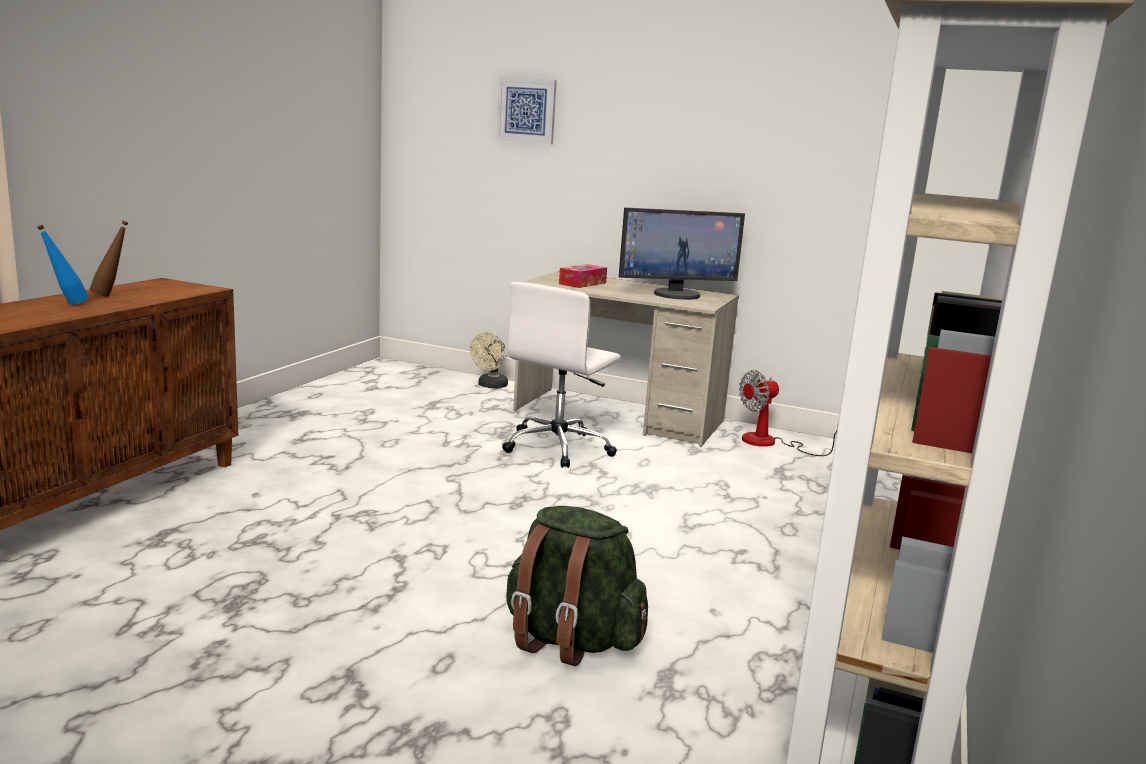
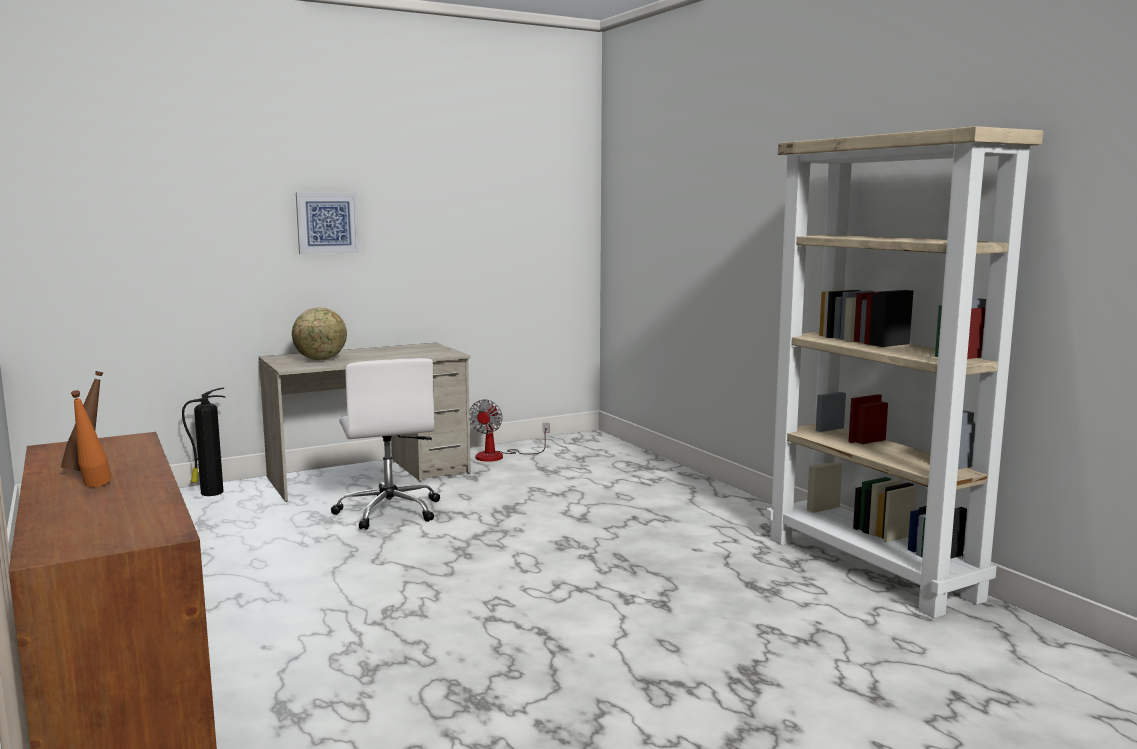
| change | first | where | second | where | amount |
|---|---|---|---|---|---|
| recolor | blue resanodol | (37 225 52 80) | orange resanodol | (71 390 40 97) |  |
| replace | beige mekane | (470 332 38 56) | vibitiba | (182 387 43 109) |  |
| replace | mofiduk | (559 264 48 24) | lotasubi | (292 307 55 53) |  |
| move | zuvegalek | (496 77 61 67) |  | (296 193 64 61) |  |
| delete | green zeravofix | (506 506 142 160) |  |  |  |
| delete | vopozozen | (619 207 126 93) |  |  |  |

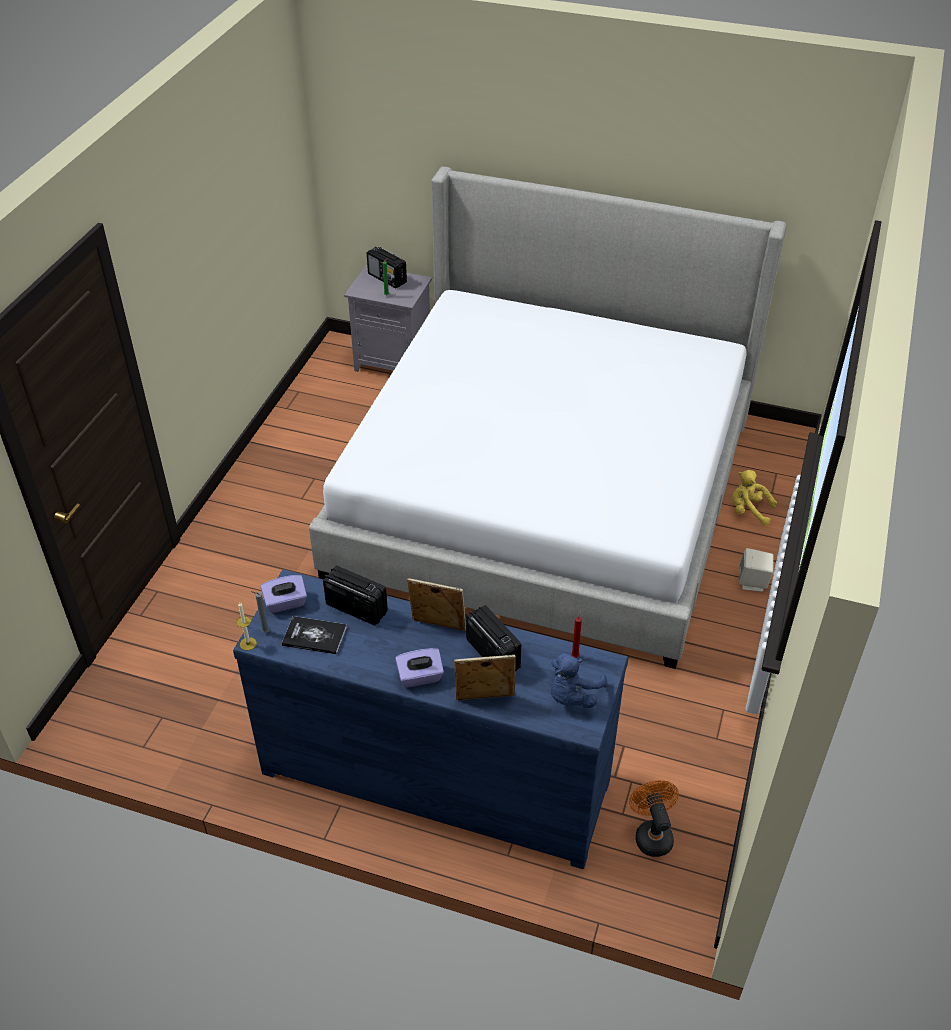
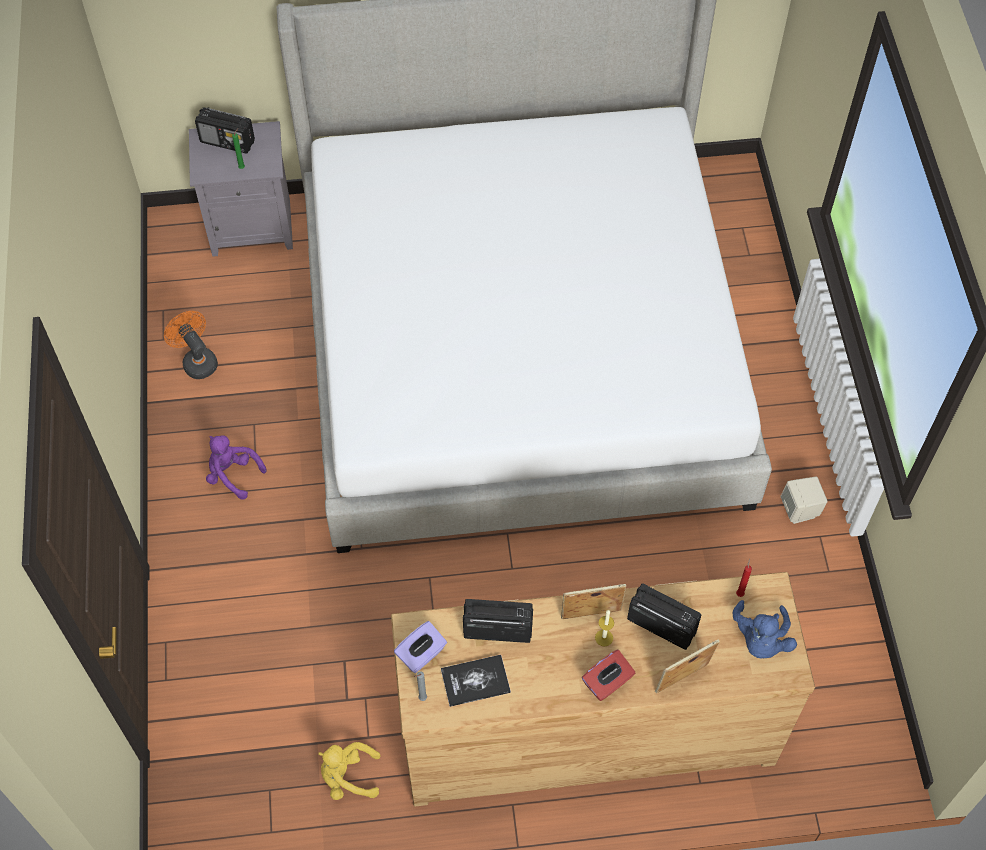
| change | first | where | second | where | amount |
|---|---|---|---|---|---|
| move | orange mekane | (629 780 50 77) |  | (164 311 54 68) |  |
| insert |  |  | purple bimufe | (206 435 61 64) |  |
| move | yellow bimufe | (733 470 44 56) |  | (318 742 63 58) |  |
| recolor | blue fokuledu | (233 569 395 300) | brown fokuledu | (391 572 424 234) |  |
| recolor | purple mofiduk | (395 648 49 40) | red mofiduk | (582 650 53 51) |  |
| move | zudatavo | (236 602 21 48) |  | (595 610 19 36) |  |
| move | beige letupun | (739 548 34 44) |  | (781 477 47 47) |  |

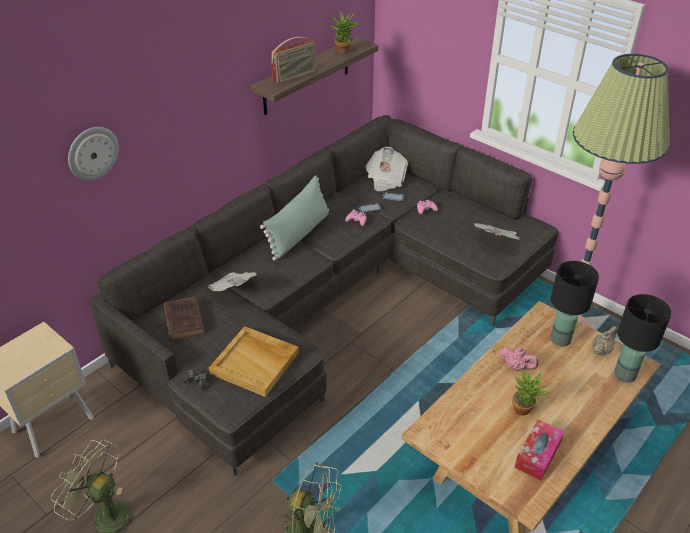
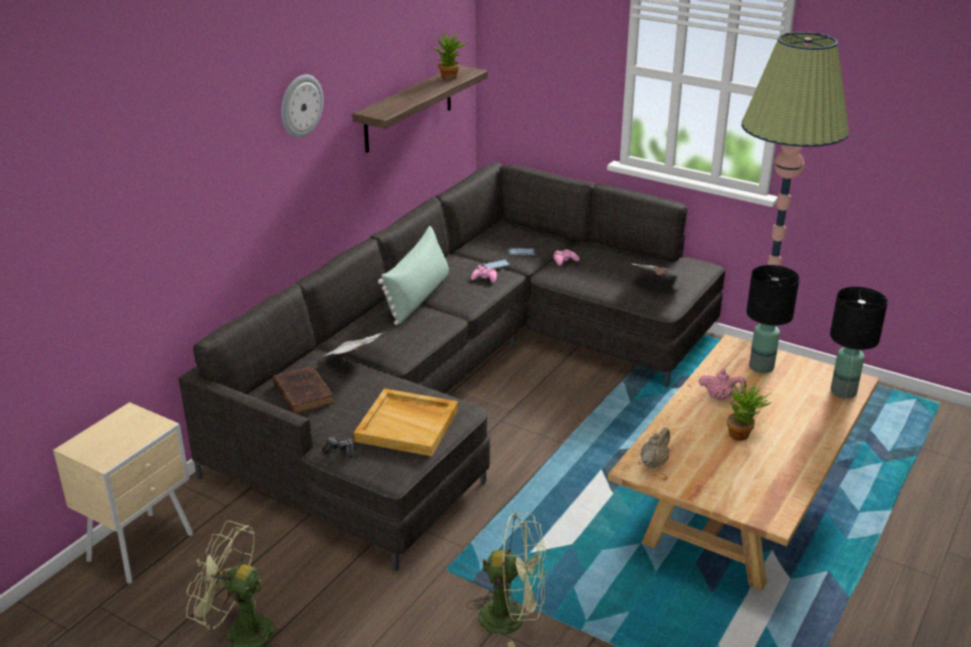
| change | first | where | second | where | amount |
|---|---|---|---|---|---|
| move | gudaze | (68 127 51 53) |  | (281 74 42 64) |  |
| move | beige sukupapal | (592 326 25 30) |  | (641 427 29 42) |  |
| delete | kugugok | (271 37 45 47) |  |  |  |
| delete | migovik | (365 147 43 44) |  |  |  |
| delete | mofiduk | (514 420 50 61) |  |  |  |

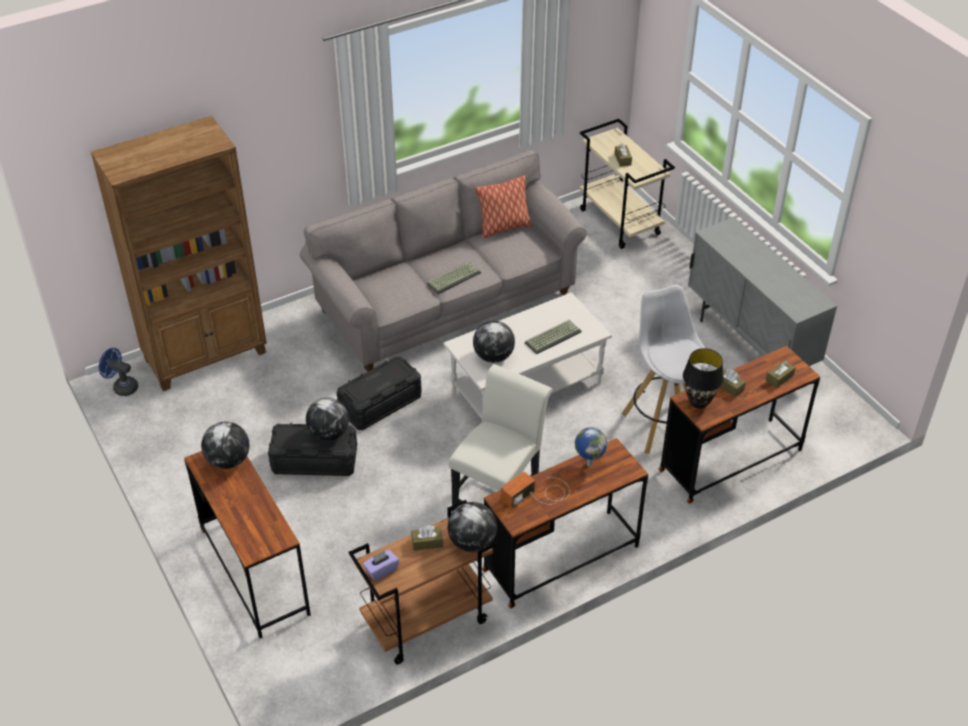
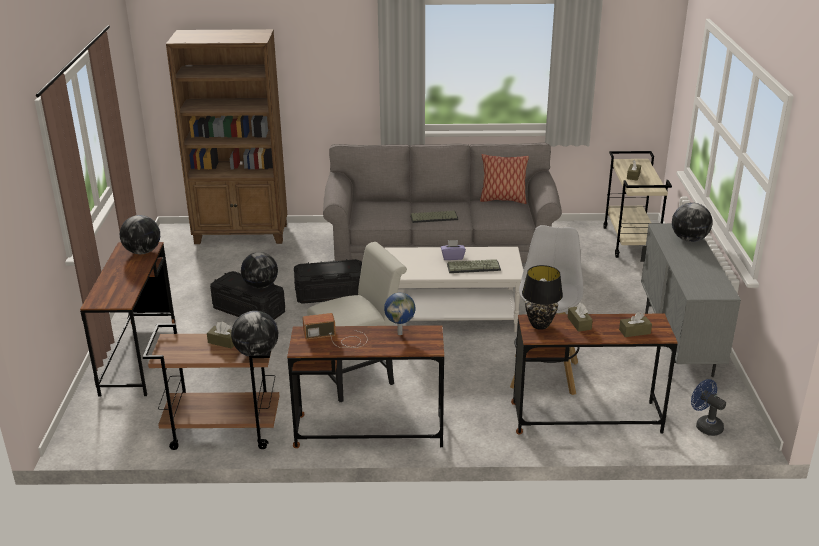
| change | first | where | second | where | amount |
|---|---|---|---|---|---|
| move | purple mofiduk | (363 550 36 31) |  | (441 240 25 20) |  |
| move | lotasubi | (473 321 42 42) |  | (672 203 40 39) |  |
| move | blue mekane | (99 348 39 48) |  | (691 379 35 57) |  |

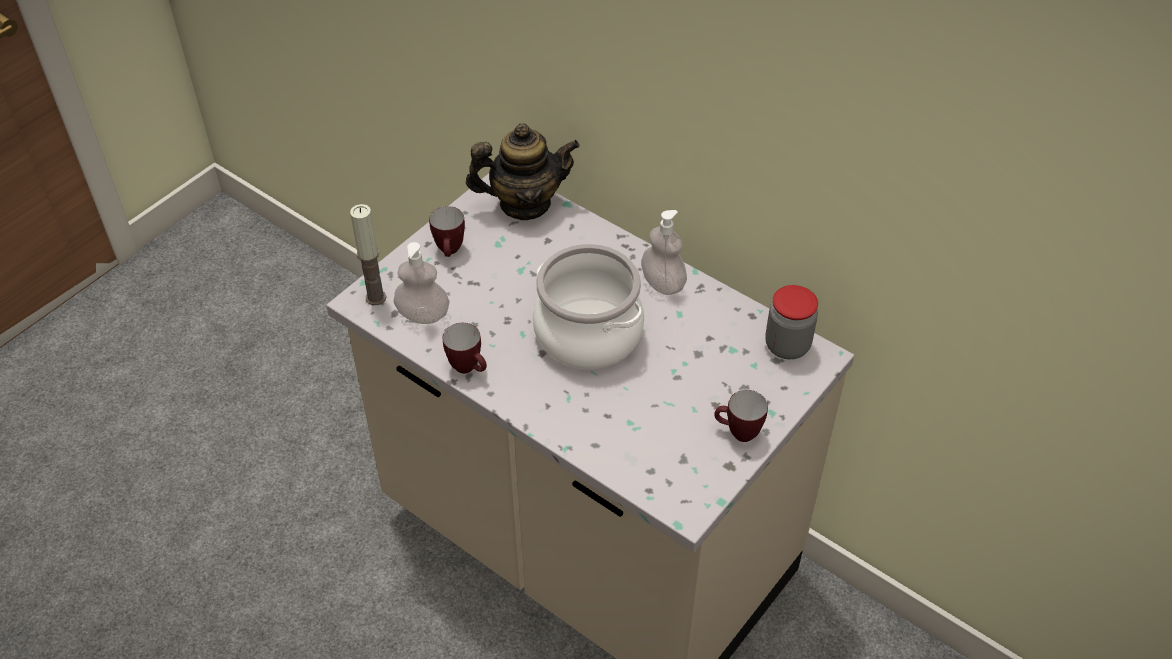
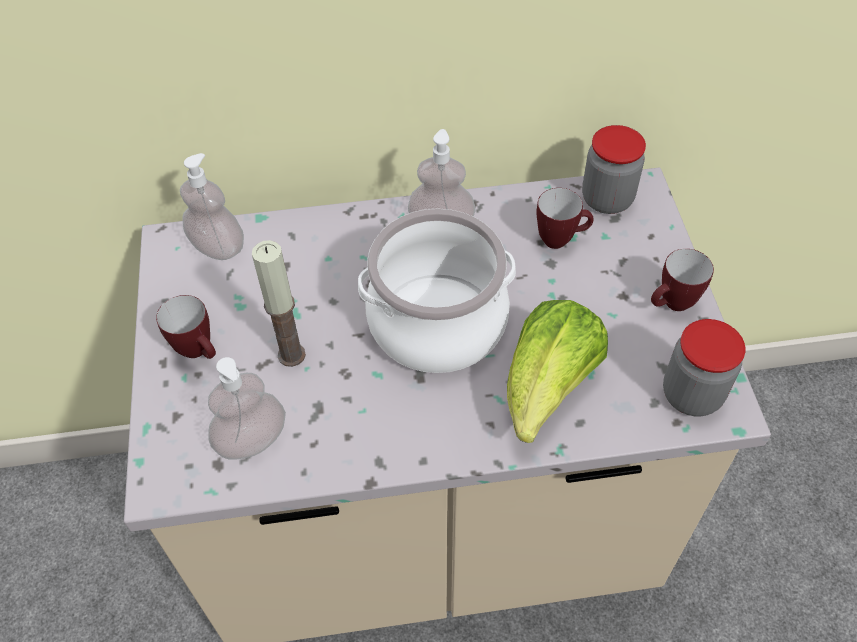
| change | first | where | second | where | amount |
|---|---|---|---|---|---|
| replace | sukupapal | (466 123 114 97) | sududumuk | (180 153 64 107) |  |
| move | zudatavo | (350 204 36 101) |  | (252 240 54 127) |  |
| insert |  |  | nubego | (507 300 101 143) |  |
| move | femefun | (443 323 44 51) |  | (536 188 57 61) |  |
| insert |  |  | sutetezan | (663 319 82 97) |  |

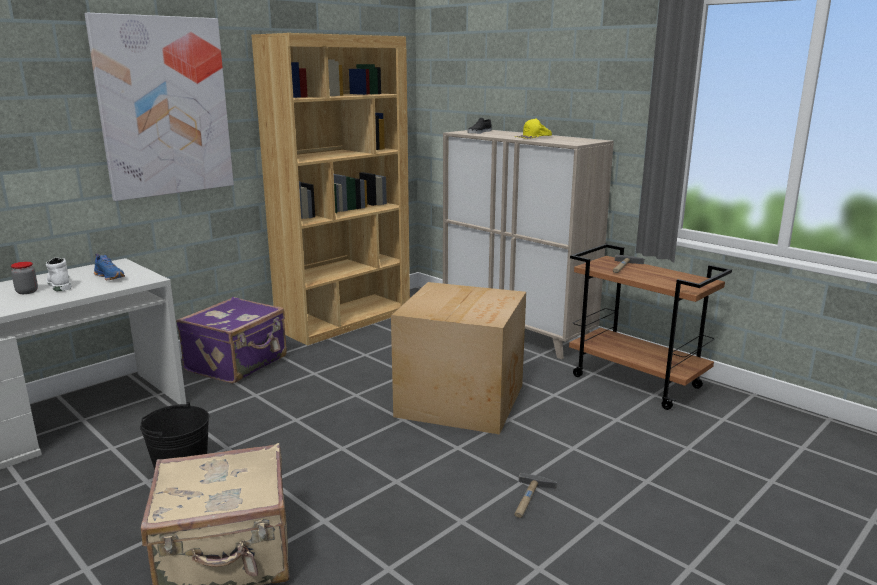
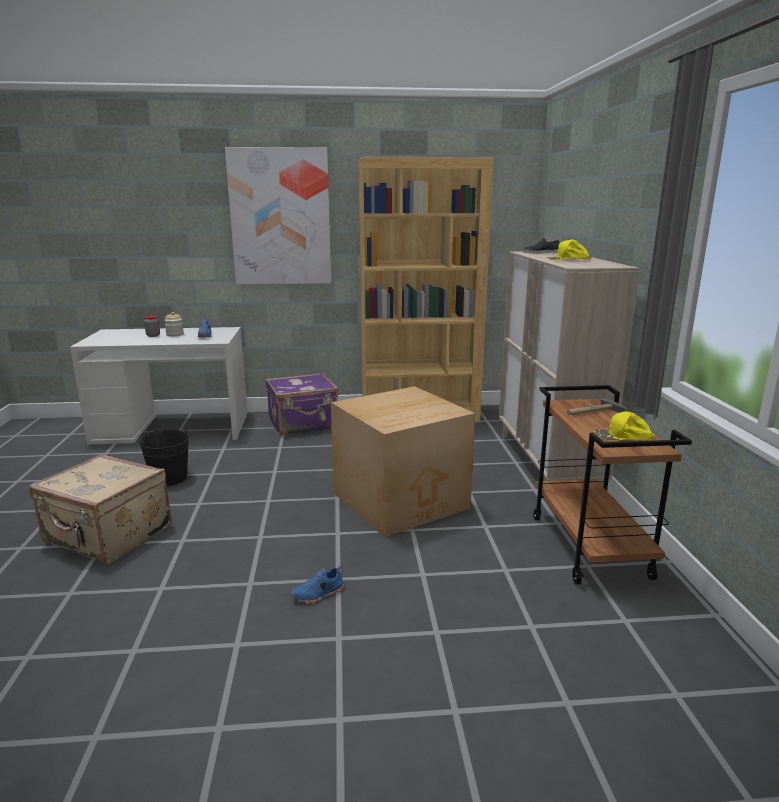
| change | first | where | second | where | amount |
|---|---|---|---|---|---|
| replace | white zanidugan | (46 257 26 34) | sutetezan | (164 312 20 24) |  |
| replace | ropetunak | (514 473 42 45) | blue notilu | (291 565 53 38) |  |
| insert |  |  | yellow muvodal | (595 411 60 30) |  |

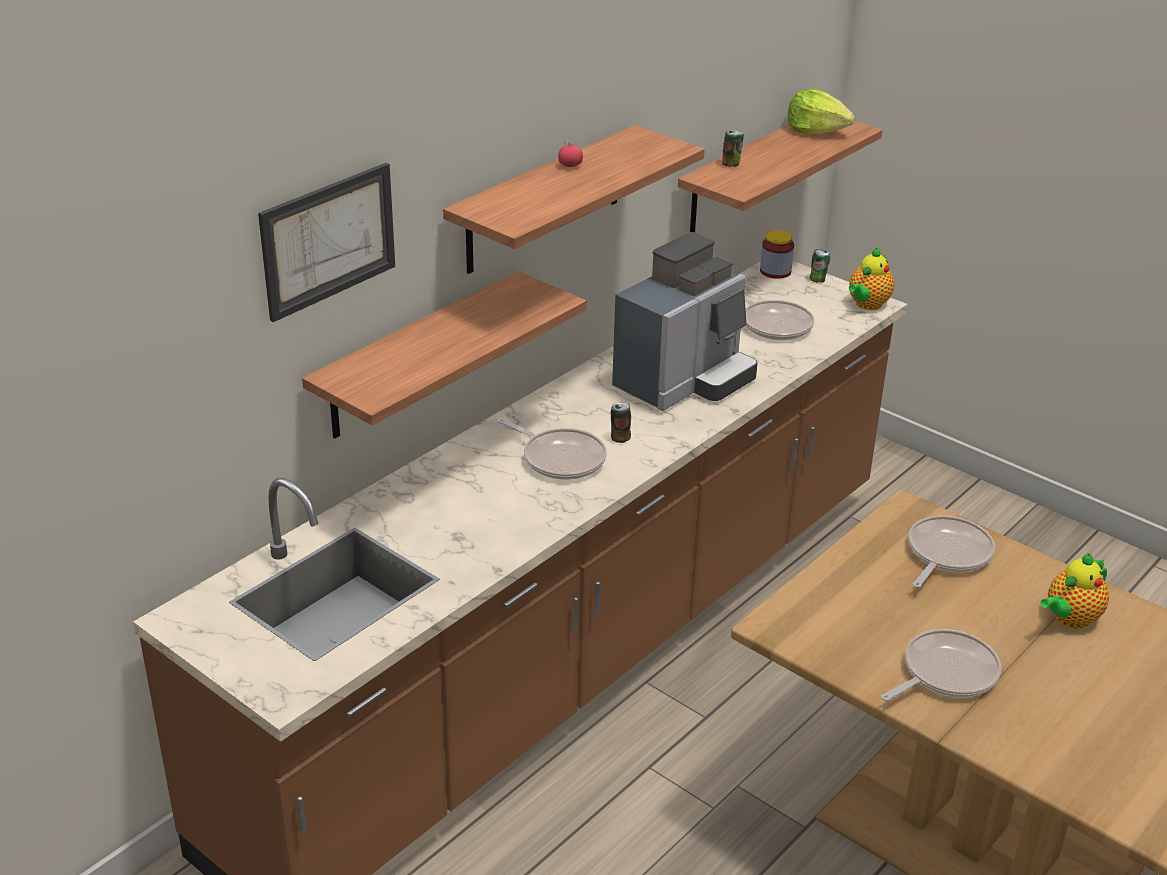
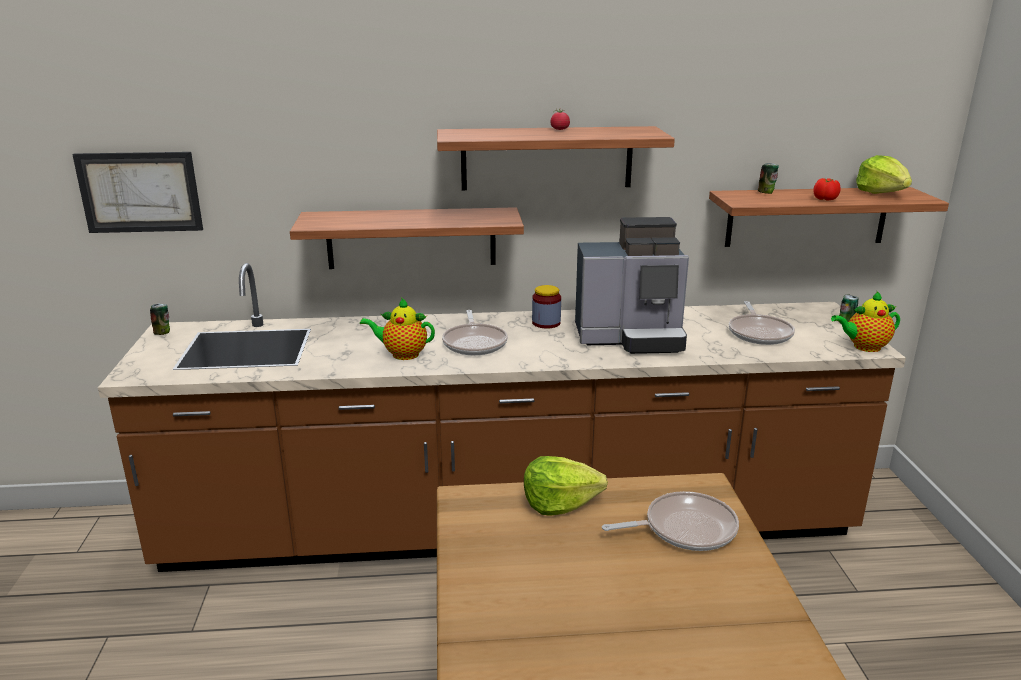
| change | first | where | second | where | amount |
|---|---|---|---|---|---|
| move | zuvegalek | (258 163 137 159) |  | (72 152 131 81) |  |
| move | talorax | (611 401 20 42) |  | (150 304 20 31) |  |
| move | sukupapal | (1041 553 68 75) |  | (360 298 75 62) |  |
| insert |  |  | nubego | (524 456 84 60) |  |
| move | sutetezan | (760 230 34 49) |  | (532 285 29 43) |  |
| insert |  |  | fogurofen | (813 178 28 23) |  |
| delete | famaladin | (881 629 120 72) |  |  |  |

